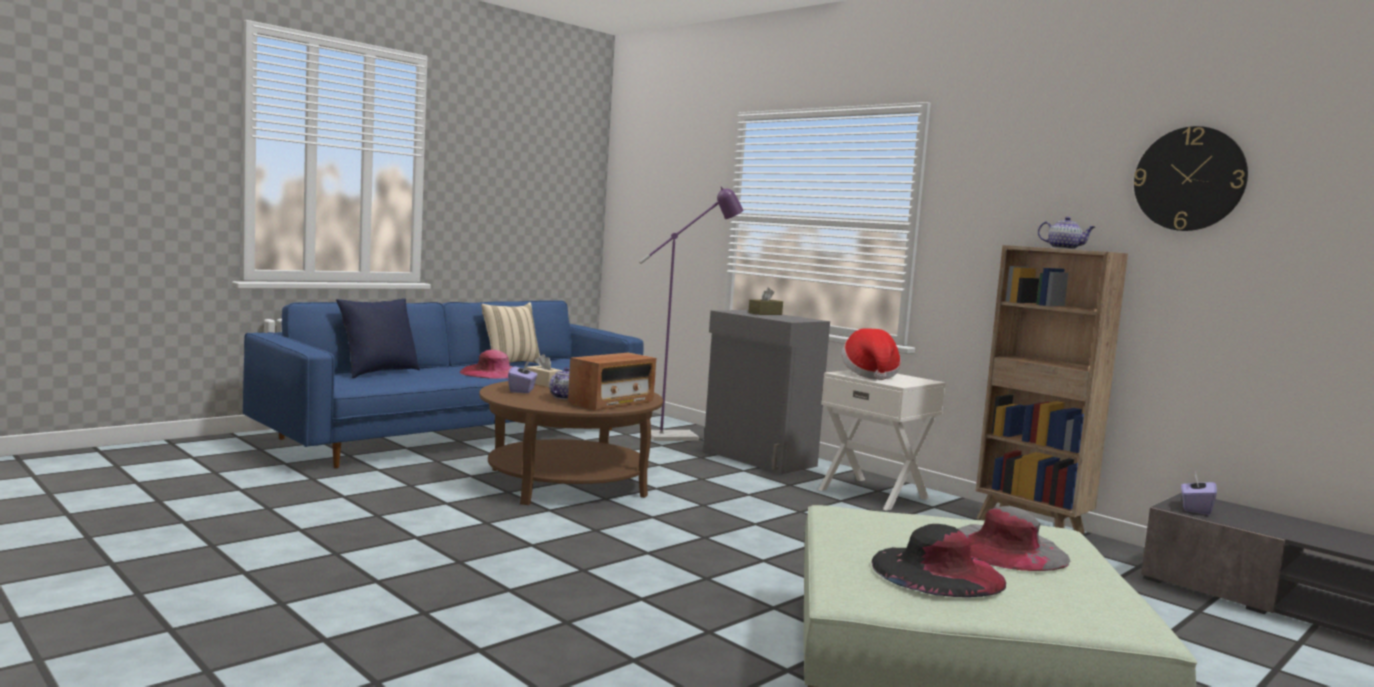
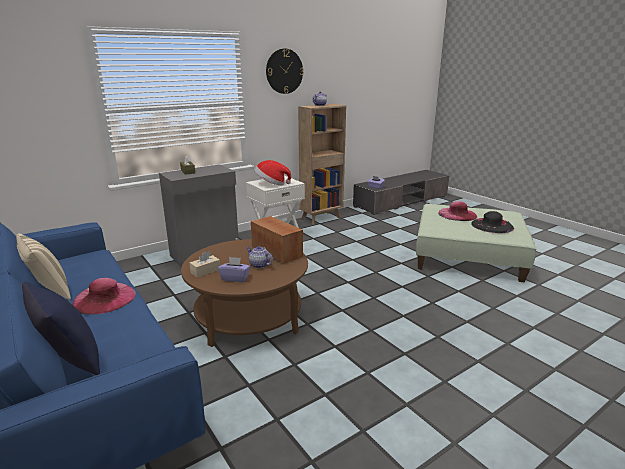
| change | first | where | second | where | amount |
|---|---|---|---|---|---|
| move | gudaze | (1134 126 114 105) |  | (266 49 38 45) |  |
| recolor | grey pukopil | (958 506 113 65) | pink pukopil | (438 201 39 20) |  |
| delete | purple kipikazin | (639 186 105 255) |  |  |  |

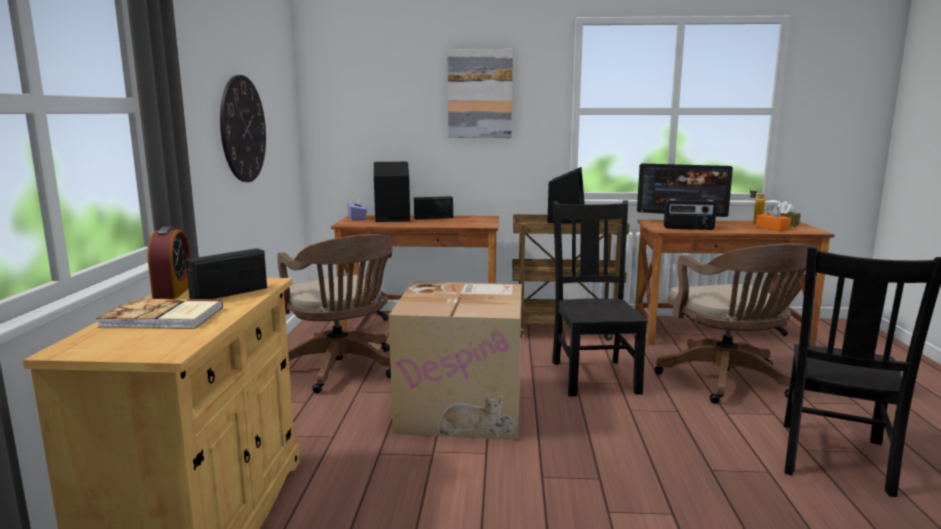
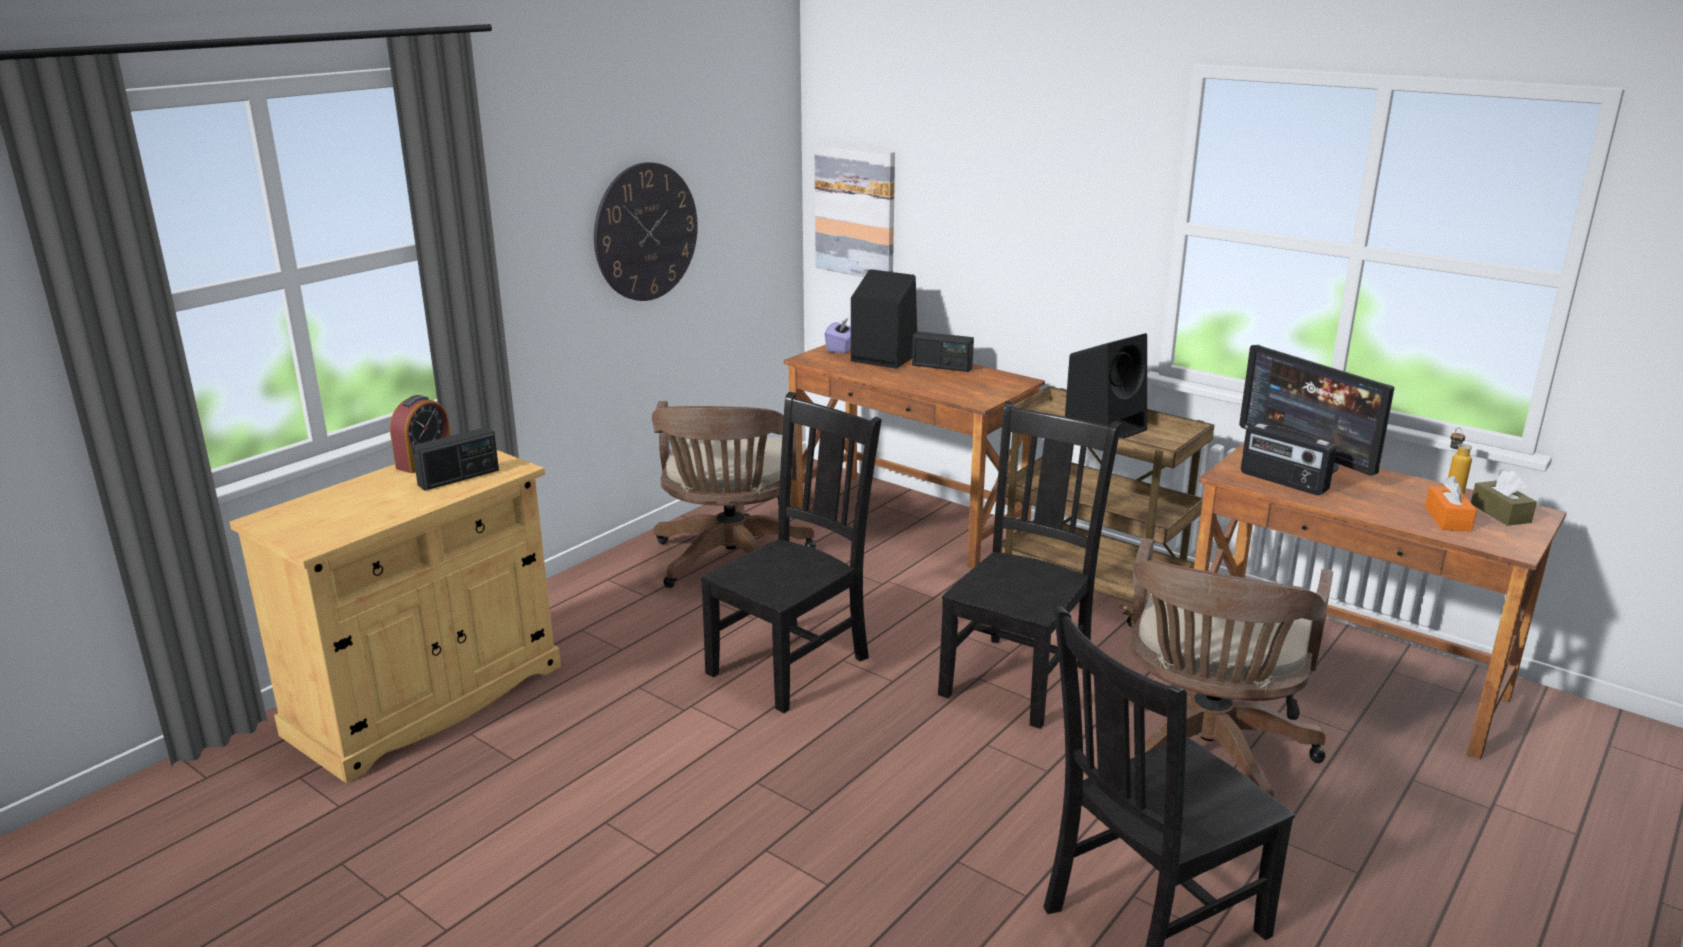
| change | first | where | second | where | amount |
|---|---|---|---|---|---|
| rotate | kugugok | (186 248 81 51) |  | (412 427 87 64) | 150 degrees clockwise |
| replace | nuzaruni | (389 281 133 159) | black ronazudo | (700 392 182 321) |  |
| move | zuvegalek | (447 49 66 89) |  | (814 143 81 134) |  |
| delete | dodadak | (96 299 127 30) |  |  |  |

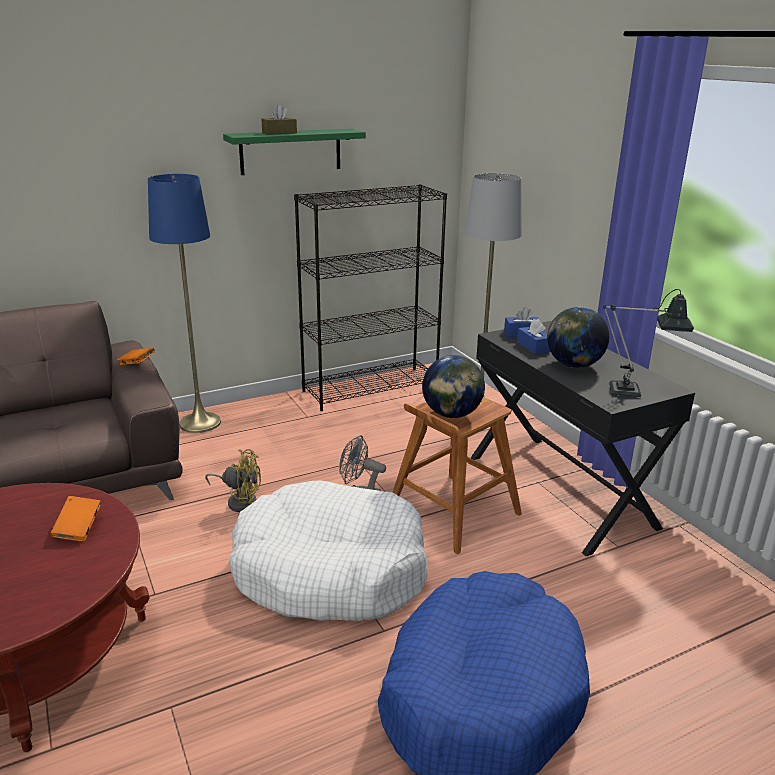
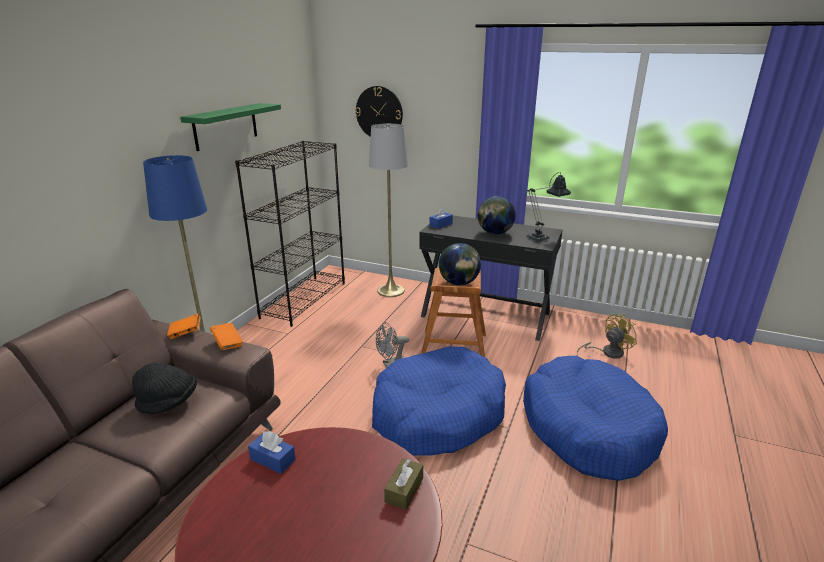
| change | first | where | second | where | amount |
|---|---|---|---|---|---|
| insert |  |  | black pukopil | (132 362 65 52) |  |
| move | orange dodadak | (50 496 50 45) |  | (210 323 33 27) |  |
| move | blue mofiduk | (517 319 33 35) |  | (248 431 48 43) |  |
| insert |  |  | gudaze | (355 86 48 51) |  |
| recolor | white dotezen | (229 481 199 140) | blue dotezen | (372 346 134 110) |  |
| move | brown mofiduk | (261 105 36 30) |  | (384 458 39 52) |  |
| move | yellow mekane | (205 449 56 63) |  | (577 314 60 45) |  |

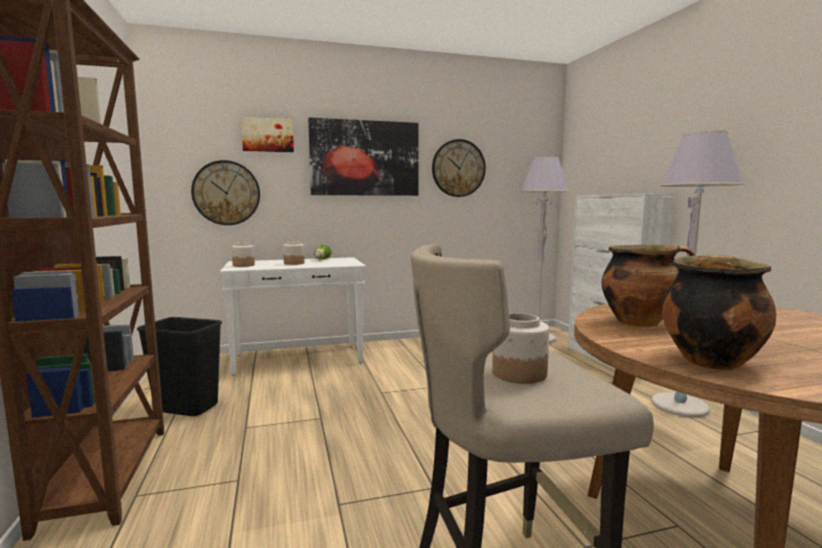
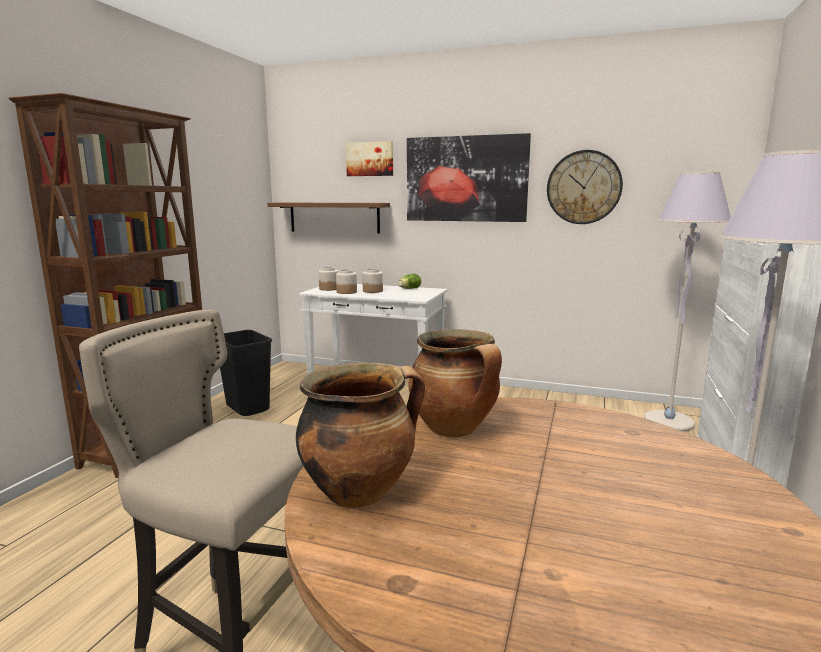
| change | first | where | second | where | amount |
|---|---|---|---|---|---|
| replace | gudaze | (191 160 69 65) | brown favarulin | (267 203 123 30) |  |
| move | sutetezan | (492 313 57 71) |  | (336 269 21 25) |  |

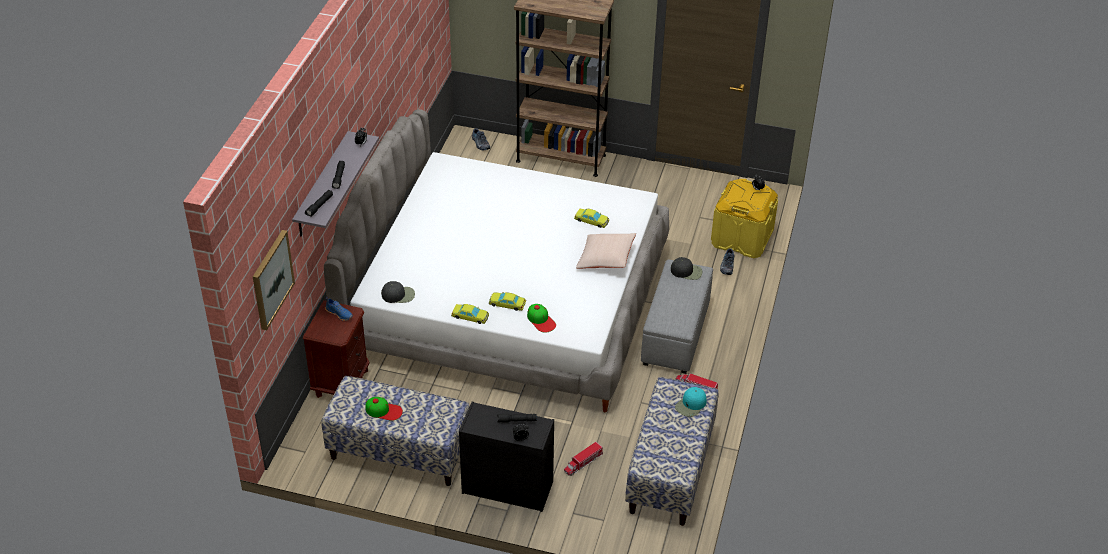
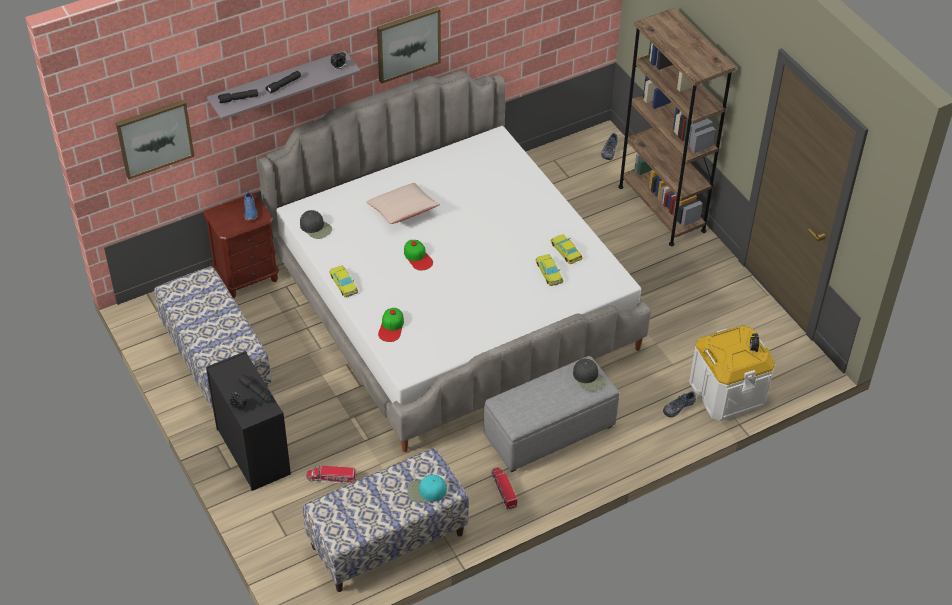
| change | first | where | second | where | amount |
|---|---|---|---|---|---|
| move | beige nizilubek | (576 233 60 36) |  | (367 183 73 41) |  |
| insert |  |  | zuvegalek | (377 7 64 77) |  |
| move | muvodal | (365 397 38 24) |  | (404 240 29 31) |  |
| move | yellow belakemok | (489 292 37 19) |  | (551 234 32 30) |  |
| recolor | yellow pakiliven | (711 179 67 79) | white pakiliven | (689 325 86 96) |  |

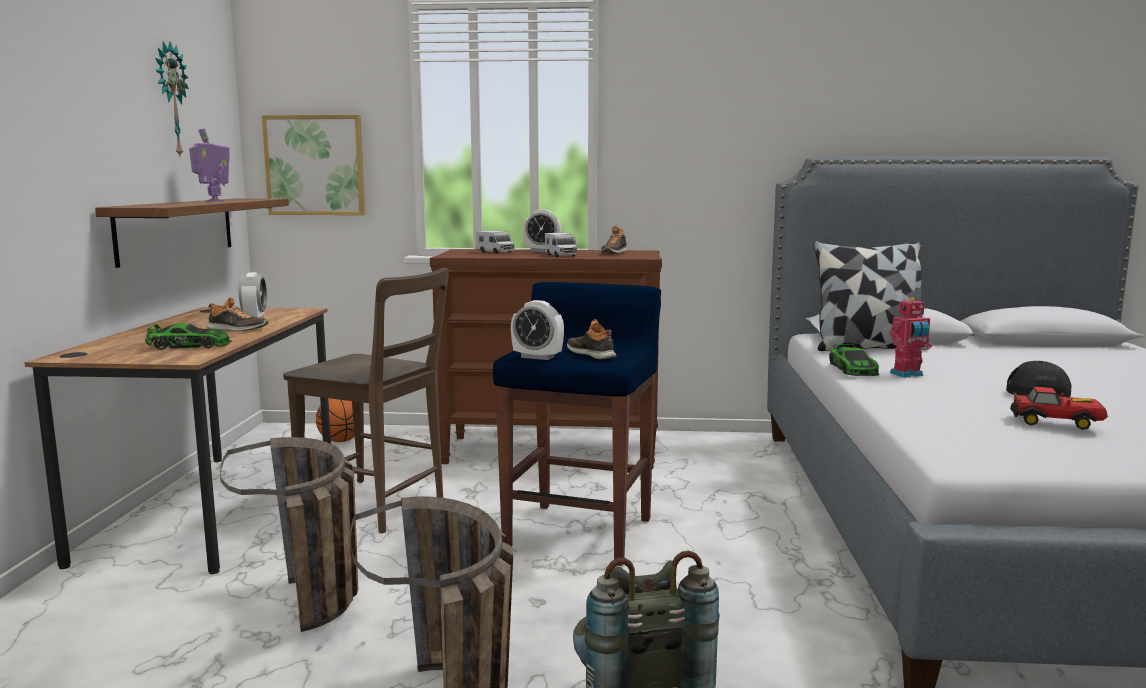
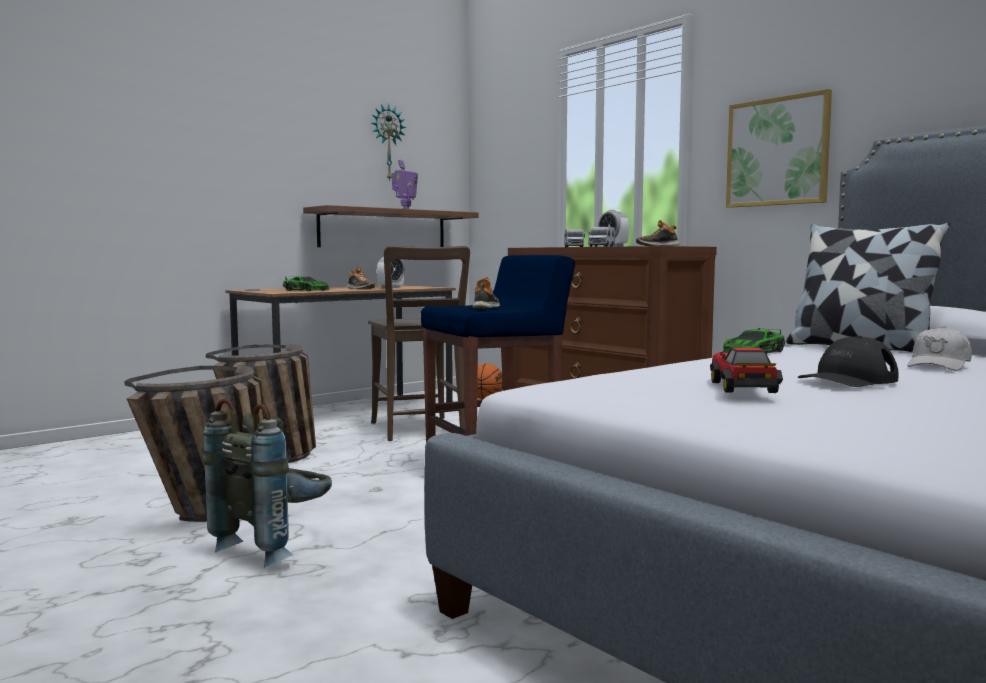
| change | first | where | second | where | amount |
|---|---|---|---|---|---|
| rotate | belakemok | (1010 387 98 43) |  | (710 348 73 45) | 150 degrees counterclockwise |
| move | zuvegalek | (262 115 103 100) |  | (726 89 106 119) |  |
| insert |  |  | white muvodal | (907 326 65 45) |  |
| delete | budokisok | (511 300 53 60) |  |  |  |
| delete | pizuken | (889 297 43 81) |  |  |  |

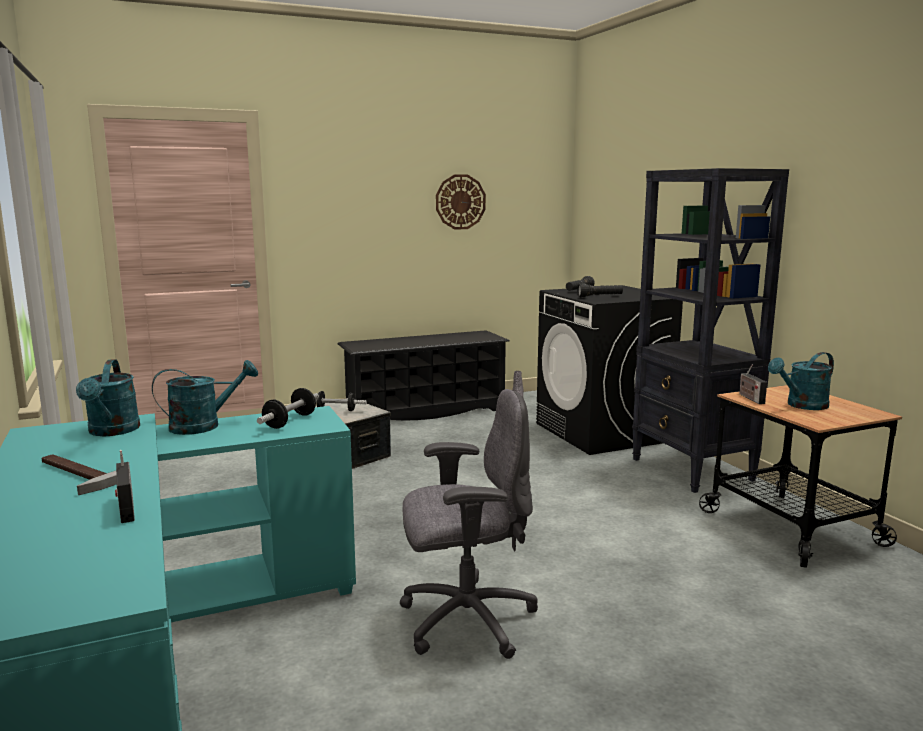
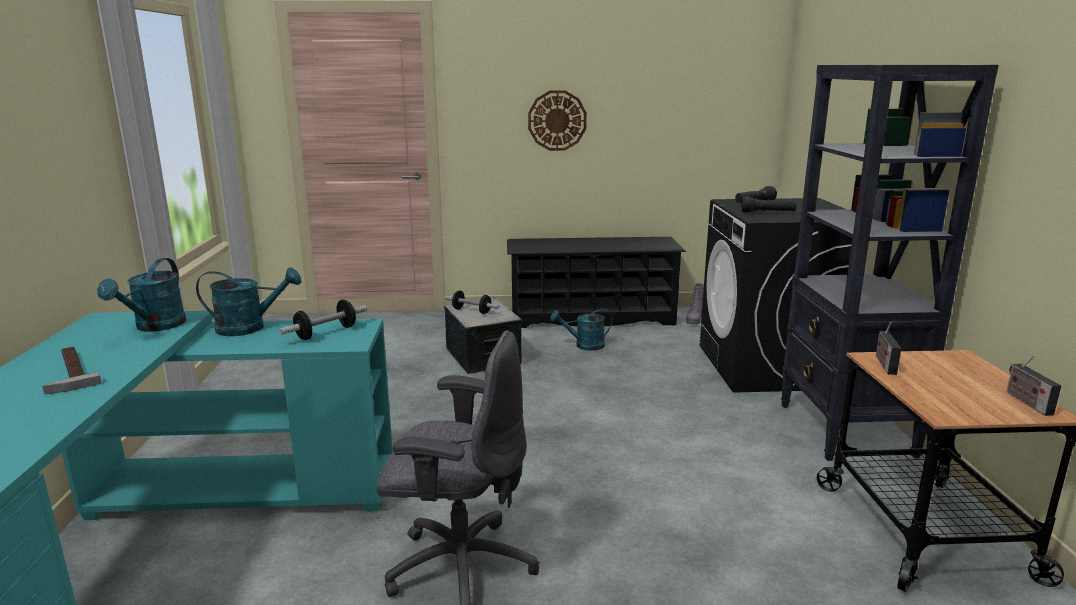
| change | first | where | second | where | amount |
|---|---|---|---|---|---|
| move | gudaze | (436 174 50 56) |  | (528 90 59 61) |  |
| move | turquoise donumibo | (768 352 66 58) |  | (550 309 63 42) |  |
| move | kugugok | (115 450 20 73) |  | (1007 355 54 61) |  |

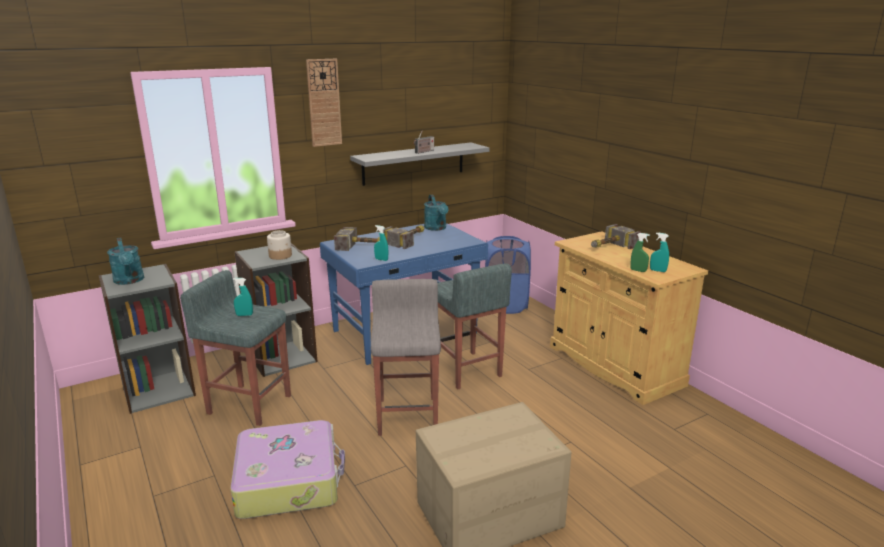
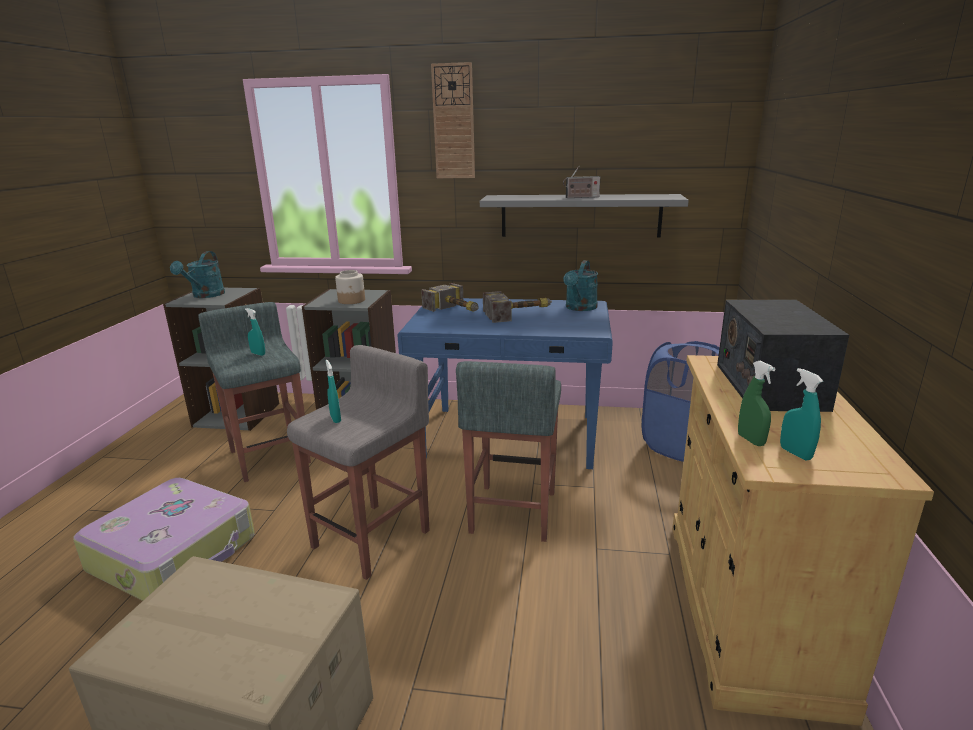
| change | first | where | second | where | amount |
|---|---|---|---|---|---|
| move | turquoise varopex | (374 225 15 36) |  | (326 360 15 63) |  |
| replace | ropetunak | (591 224 50 25) | kugugok | (717 300 132 112) |  |

